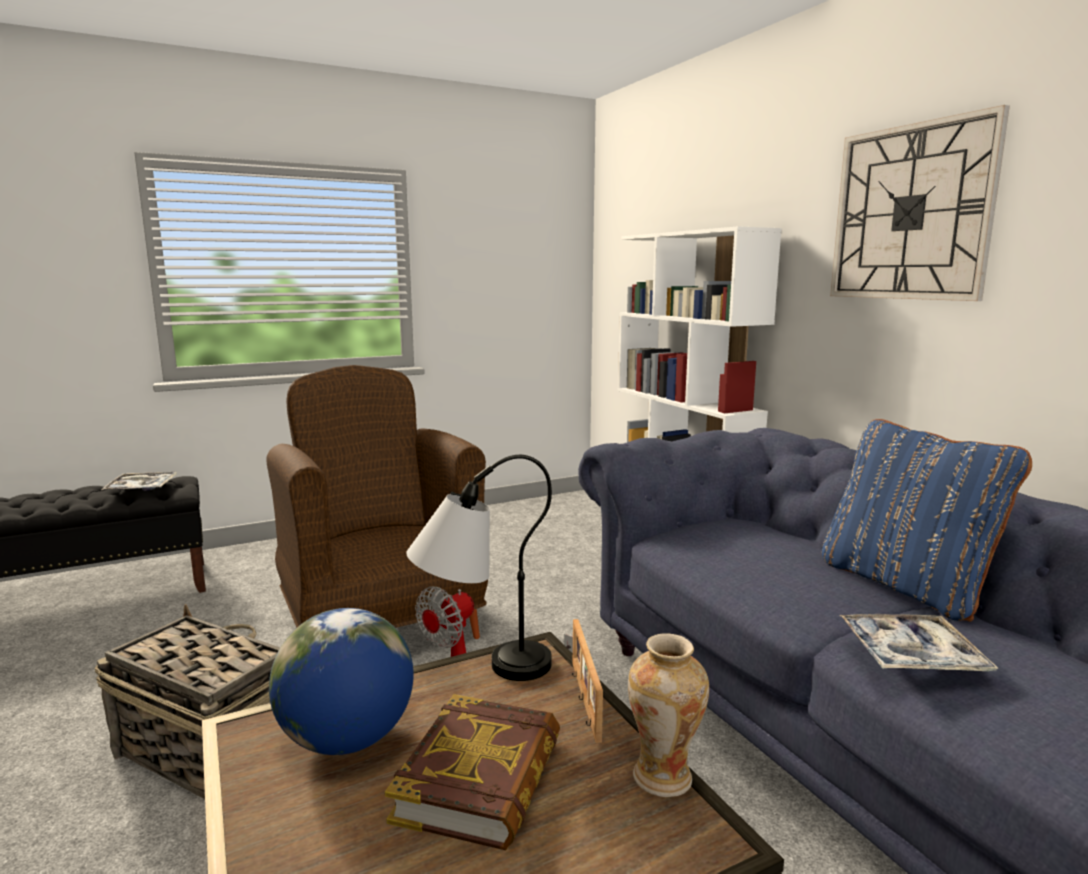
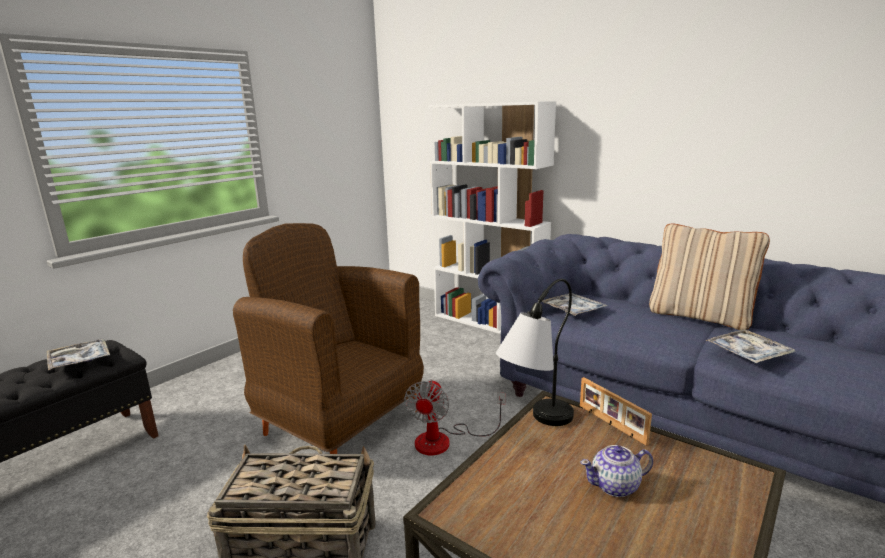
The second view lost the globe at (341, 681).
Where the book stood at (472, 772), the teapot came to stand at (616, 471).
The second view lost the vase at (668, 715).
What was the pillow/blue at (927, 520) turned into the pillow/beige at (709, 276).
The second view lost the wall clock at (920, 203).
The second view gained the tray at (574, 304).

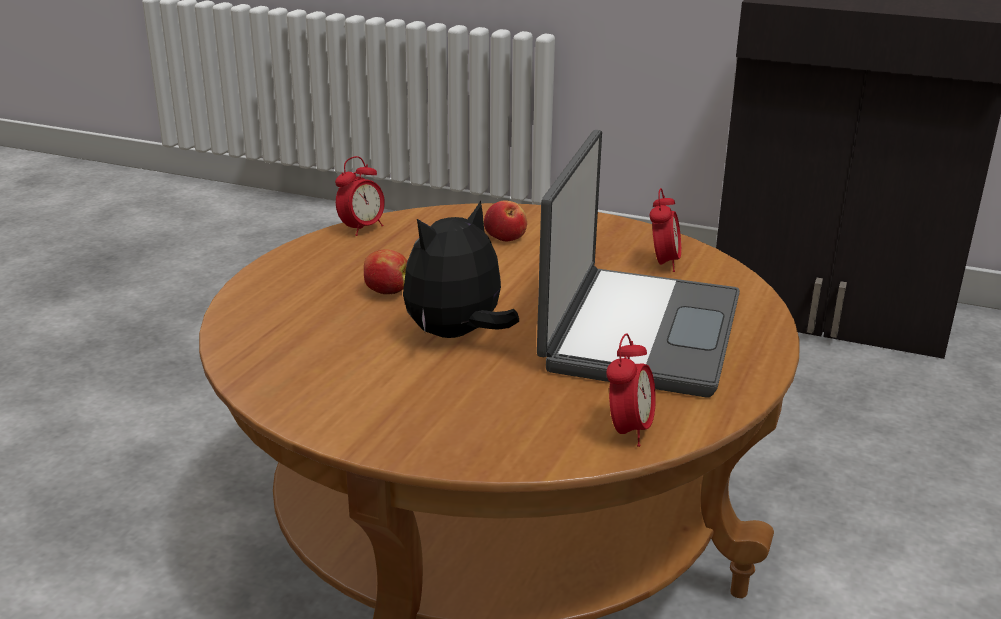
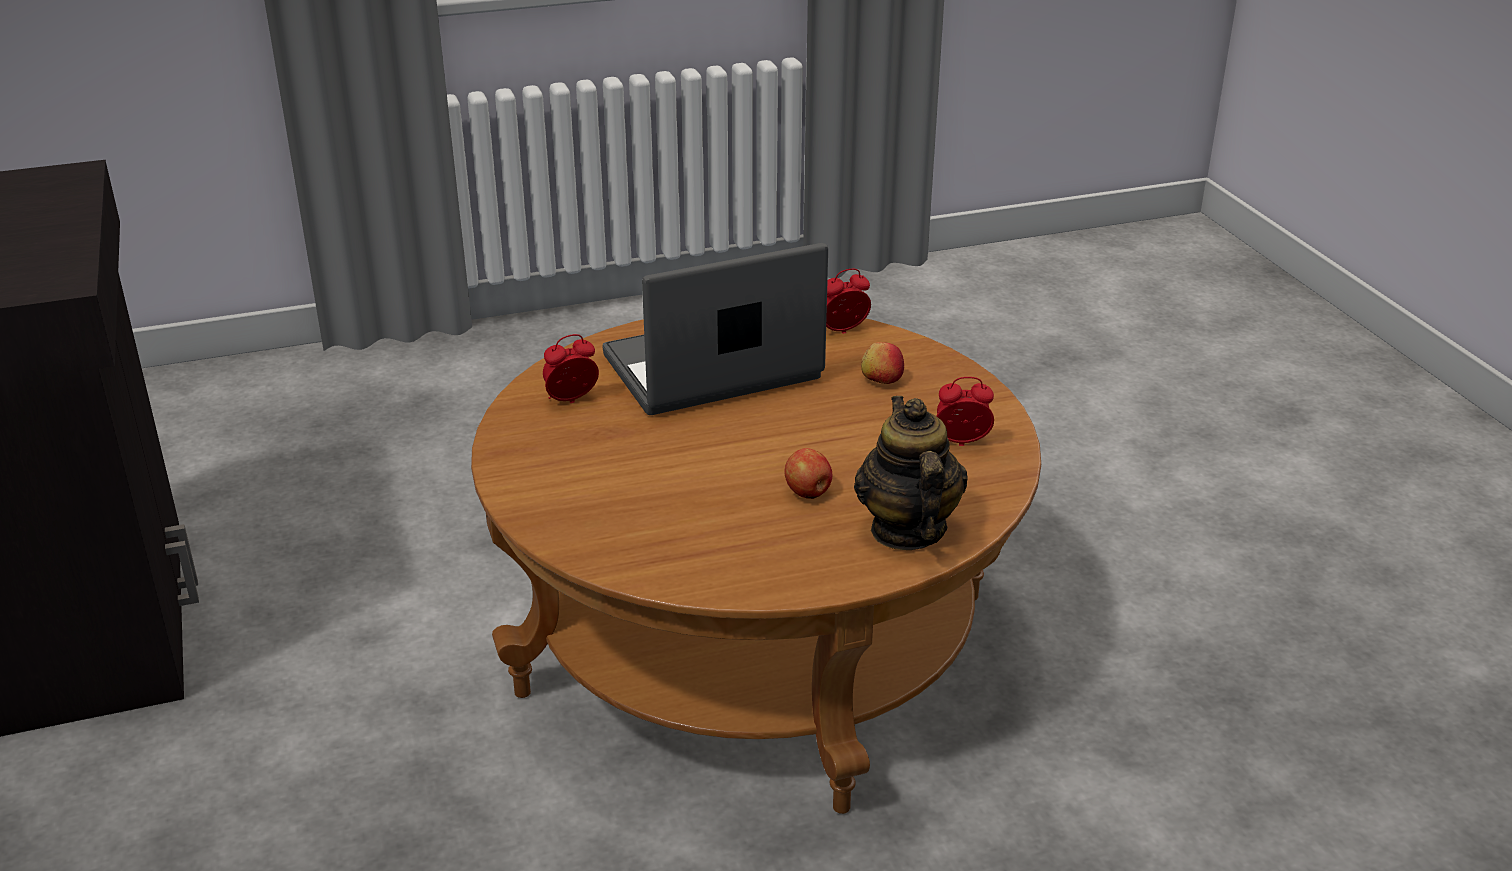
The alarm clock ended up elsewhere, having gone from (360, 196) to (965, 411).
The second view lost the plush toy at (461, 269).
The apple ended up elsewhere, having gone from (505, 221) to (882, 363).
The second view gained the teapot at (911, 473).

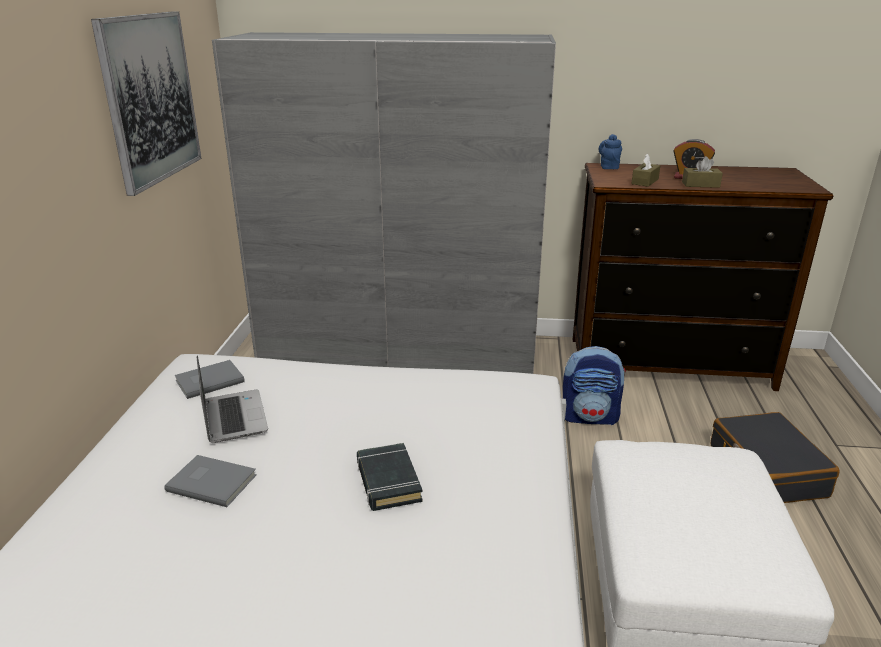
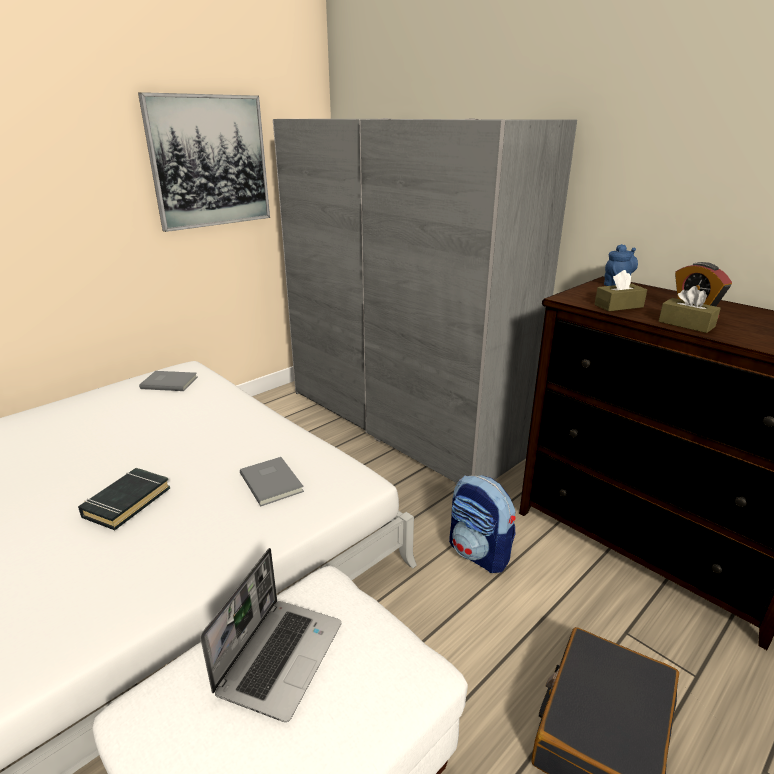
The book/grey ended up elsewhere, having gone from (210, 481) to (272, 482).
The laptop ended up elsewhere, having gone from (232, 399) to (271, 635).

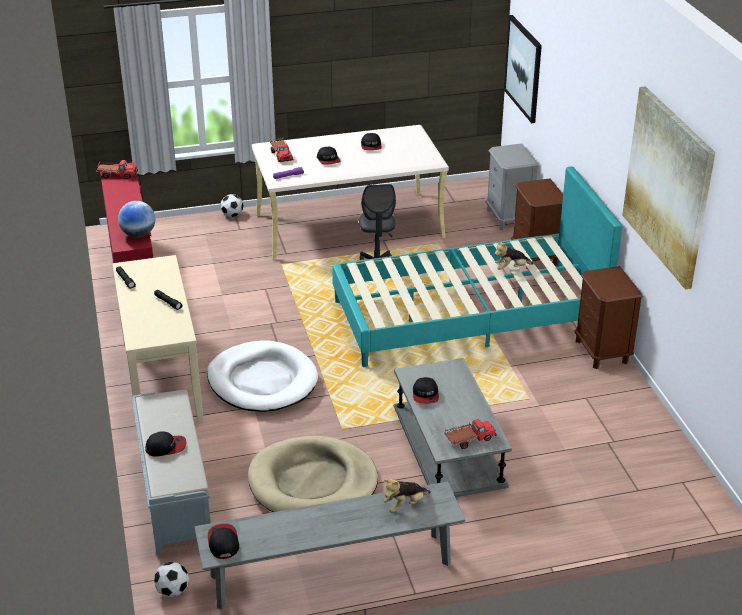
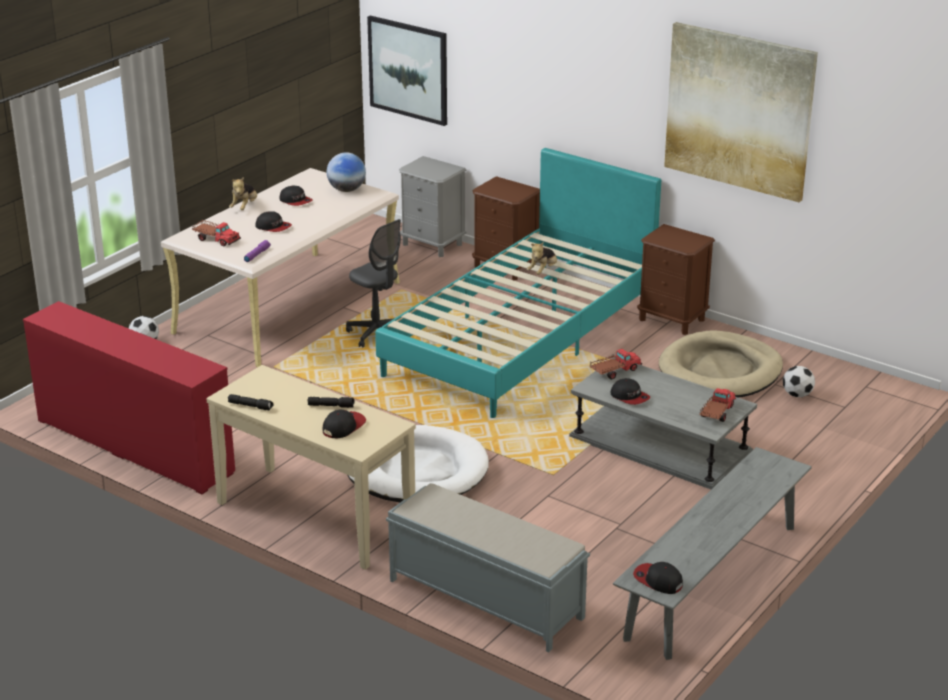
The toy truck ended up elsewhere, having gone from (117, 169) to (616, 364).
The globe ended up elsewhere, having gone from (136, 219) to (346, 172).
The cap ended up elsewhere, having gone from (165, 444) to (344, 423).
The football ended up elsewhere, having gone from (171, 579) to (799, 381).
The dog bed/beige ended up elsewhere, having gone from (313, 474) to (721, 363).
The plush toy ended up elsewhere, having gone from (407, 495) to (243, 193).

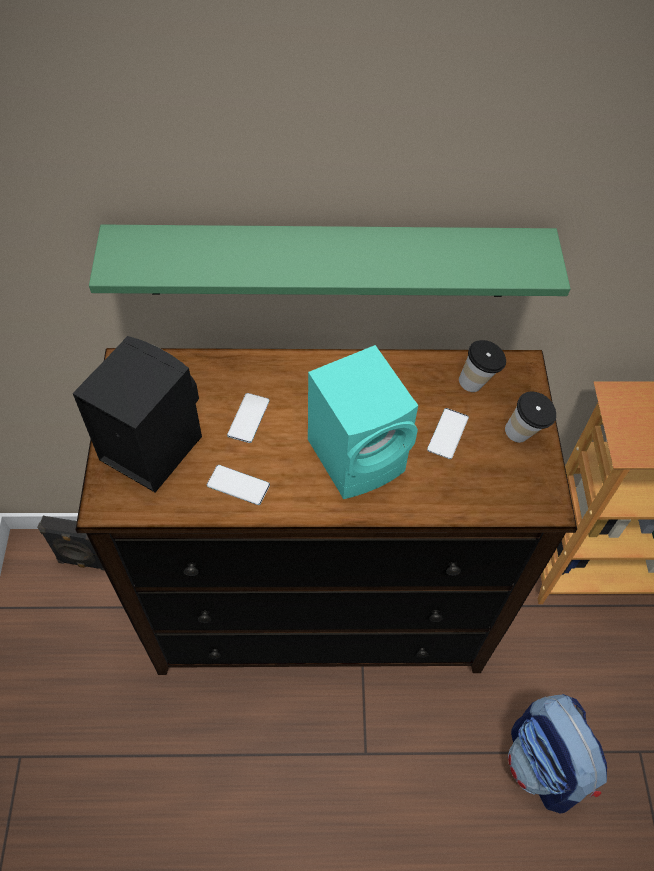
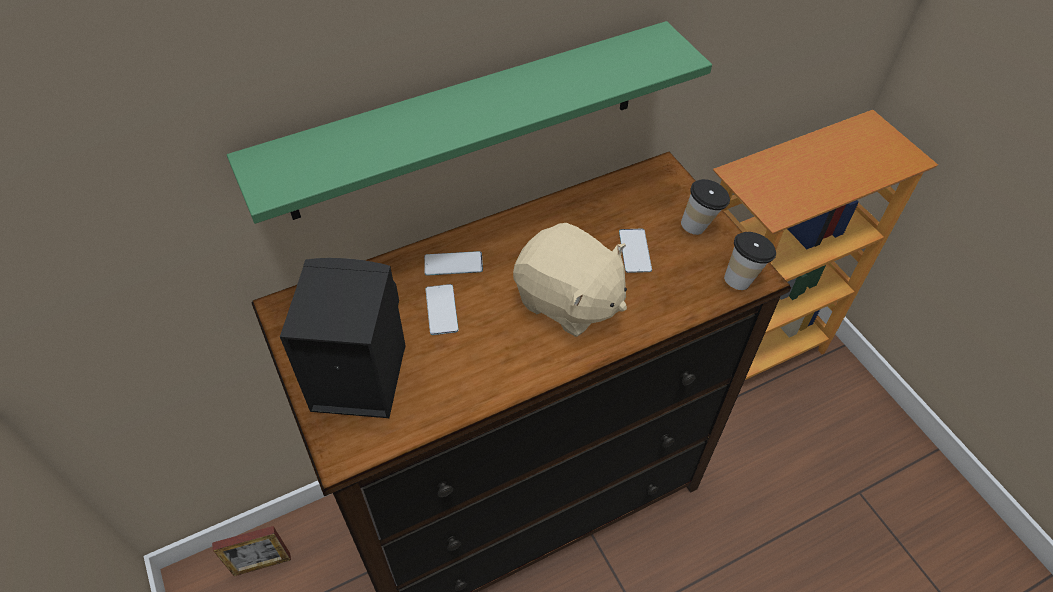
Where the speaker/black stood at (70, 543), the picture frame came to stand at (251, 551).
The phone ended up elsewhere, having gone from (238, 485) to (453, 263).
Where the speaker/turquoise stood at (363, 422), the plush toy/beige came to stand at (570, 280).
The cup ended up elsewhere, having gone from (482, 366) to (750, 261).
The second view lost the backpack at (557, 754).

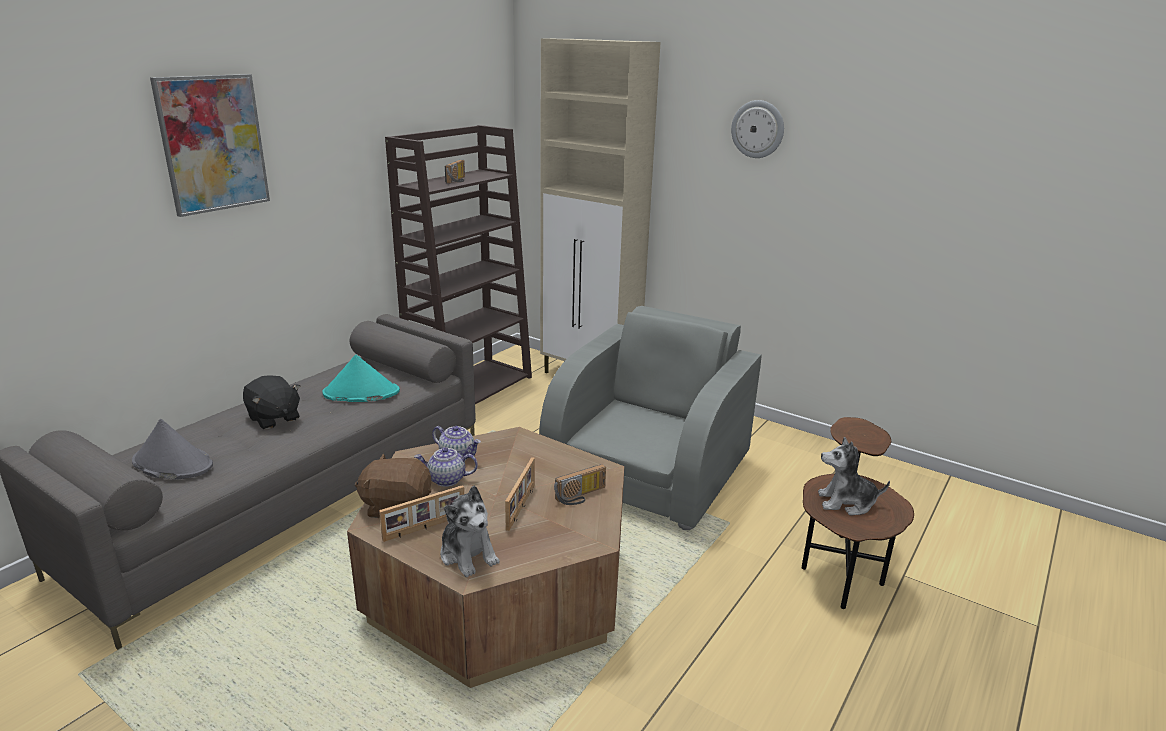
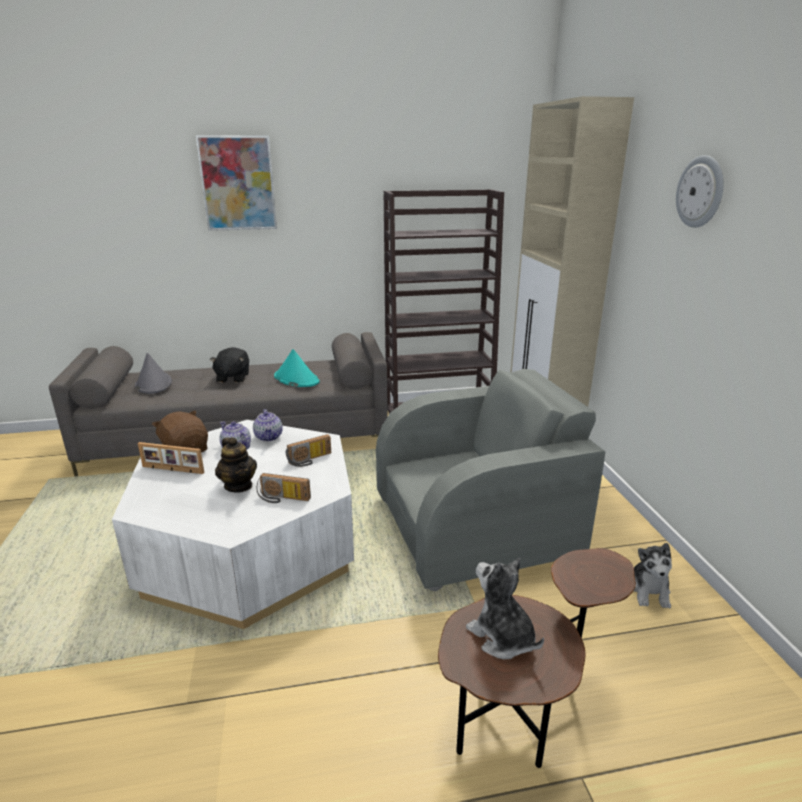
What was the coffee table/brown at (485, 557) turned into the coffee table/white at (233, 524).
The plush toy ended up elsewhere, having gone from (470, 531) to (652, 576).
The radio ended up elsewhere, having gone from (455, 171) to (308, 450).
Where the picture frame stood at (520, 494), the teapot came to stand at (236, 464).

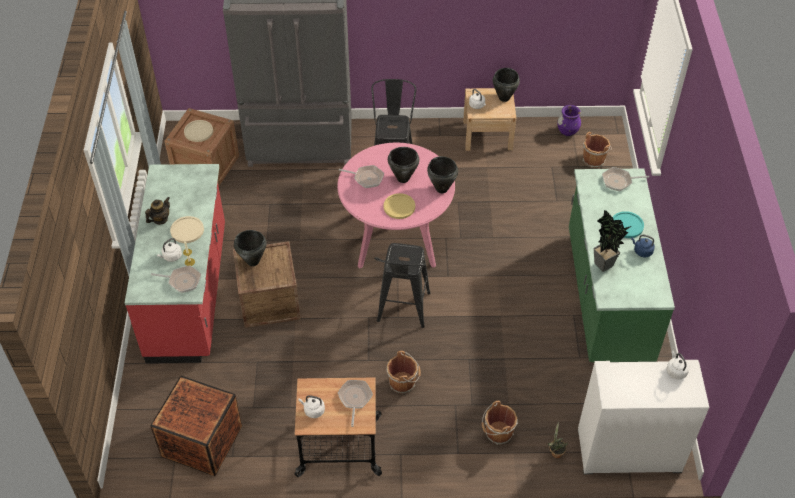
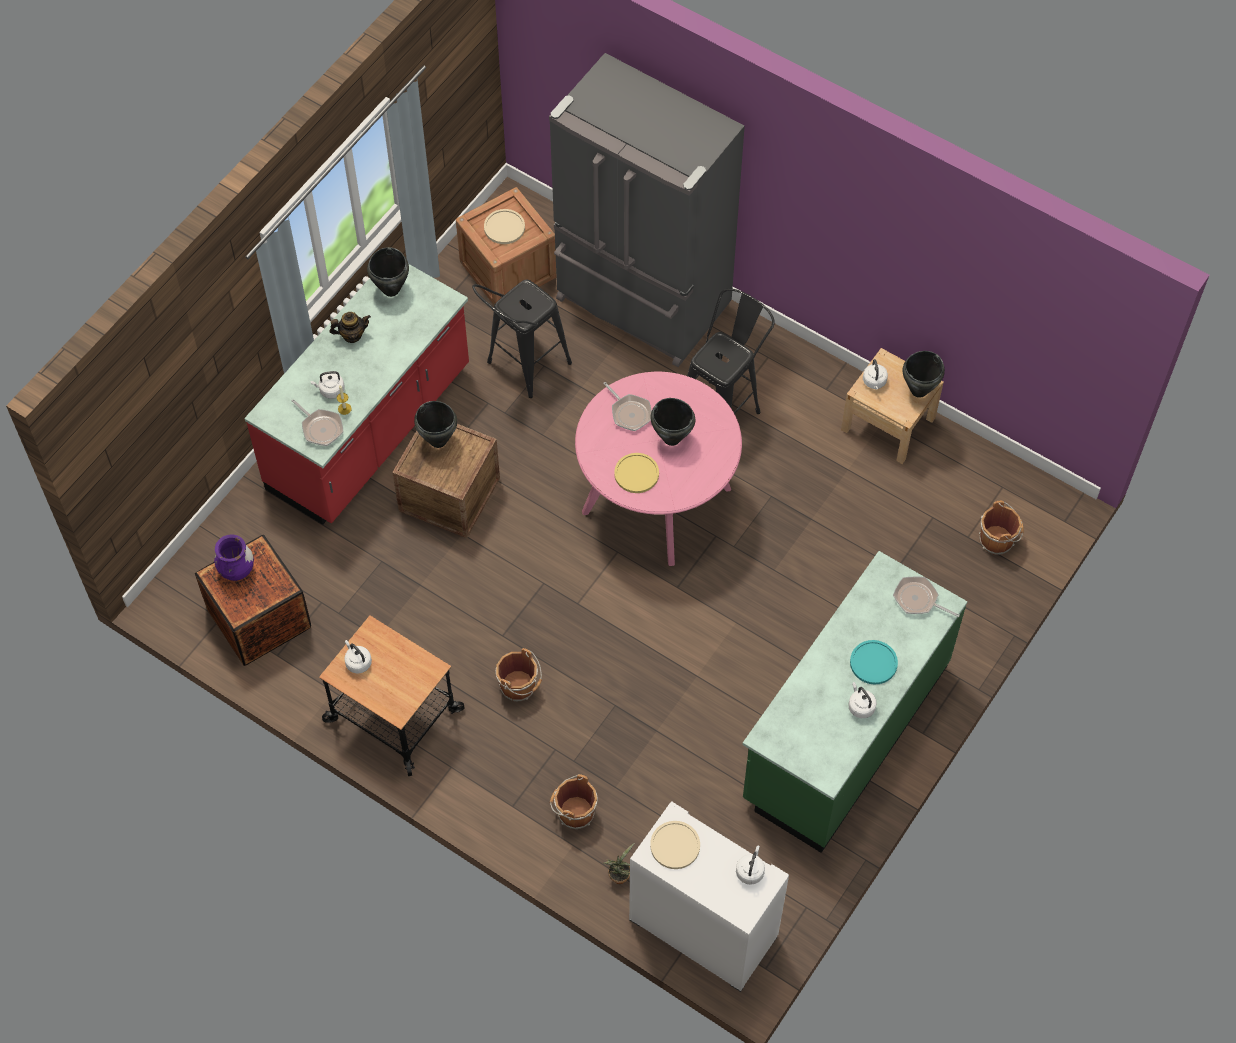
The plate/beige ended up elsewhere, having gone from (187, 229) to (675, 845).
The second view lost the frying pan at (355, 403).
The stool/black ended up elsewhere, having gone from (402, 285) to (522, 338).
The cooking pot/black ended up elsewhere, having gone from (442, 174) to (388, 272).
The vase/purple ended up elsewhere, having gone from (569, 121) to (234, 557).
The second view lost the potted plant at (612, 241).
What was the kettle/blue at (643, 246) turned into the kettle/white at (862, 700).

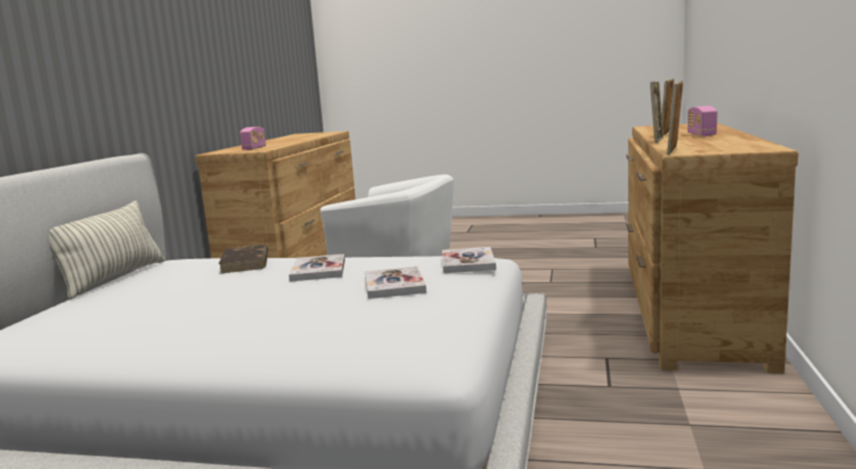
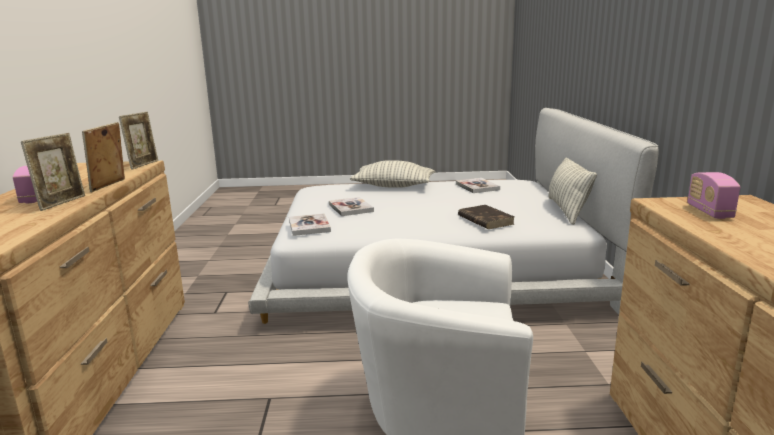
The book ended up elsewhere, having gone from (317, 268) to (478, 185).
The second view gained the pillow at (392, 174).

